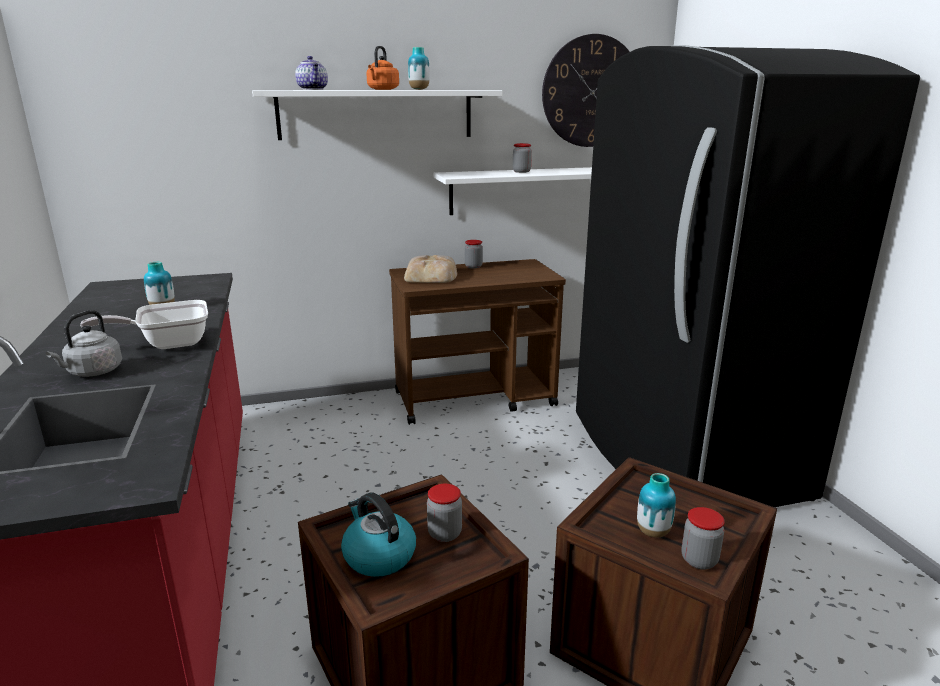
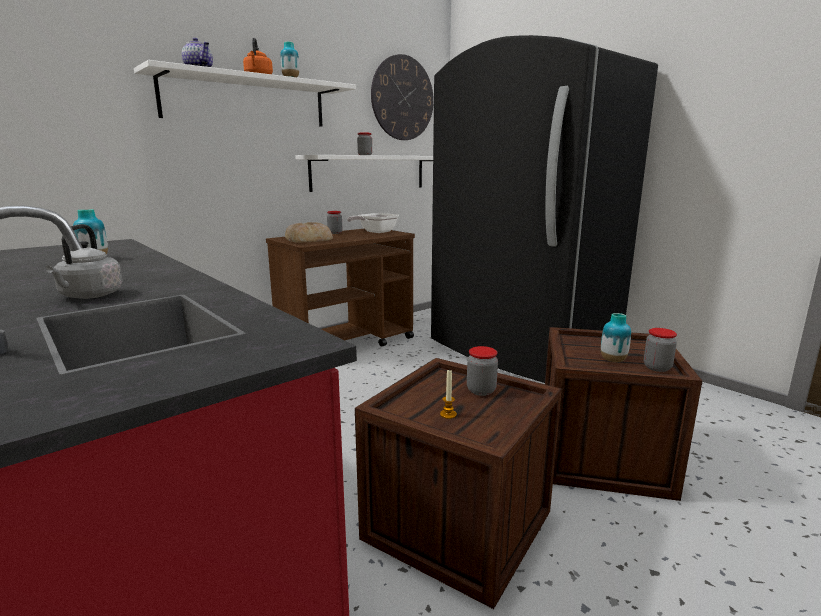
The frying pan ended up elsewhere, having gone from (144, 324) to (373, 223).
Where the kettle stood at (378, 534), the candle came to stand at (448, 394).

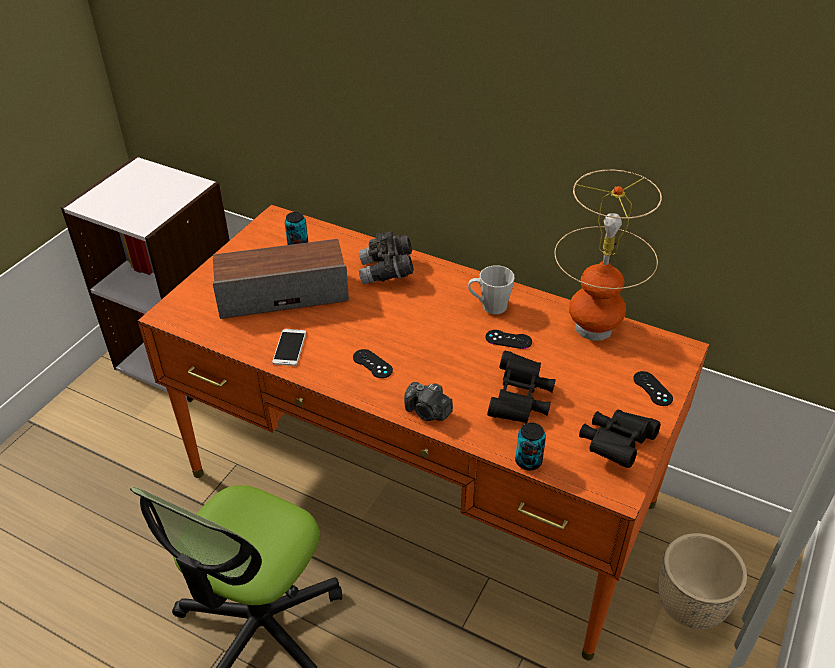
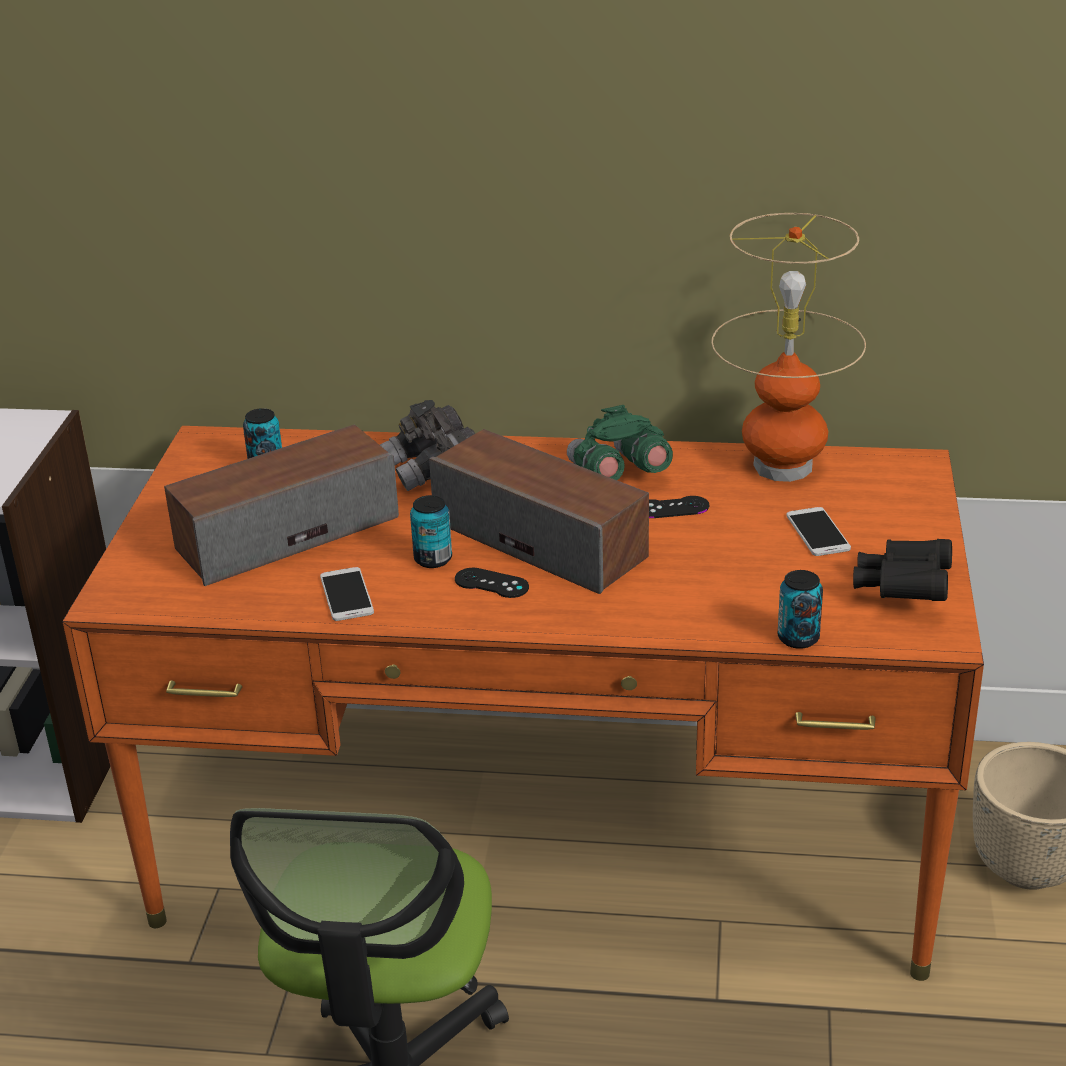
The second view lost the photo camera at (428, 401).
Where the mug/grey stood at (491, 290), the binoculars/green came to stand at (620, 442).
The second view lost the binoculars/black at (521, 387).
The second view lost the game controller/black at (653, 388).
The second view gained the can at (431, 531).
The second view gained the speaker at (539, 511).
The second view gained the phone at (818, 531).

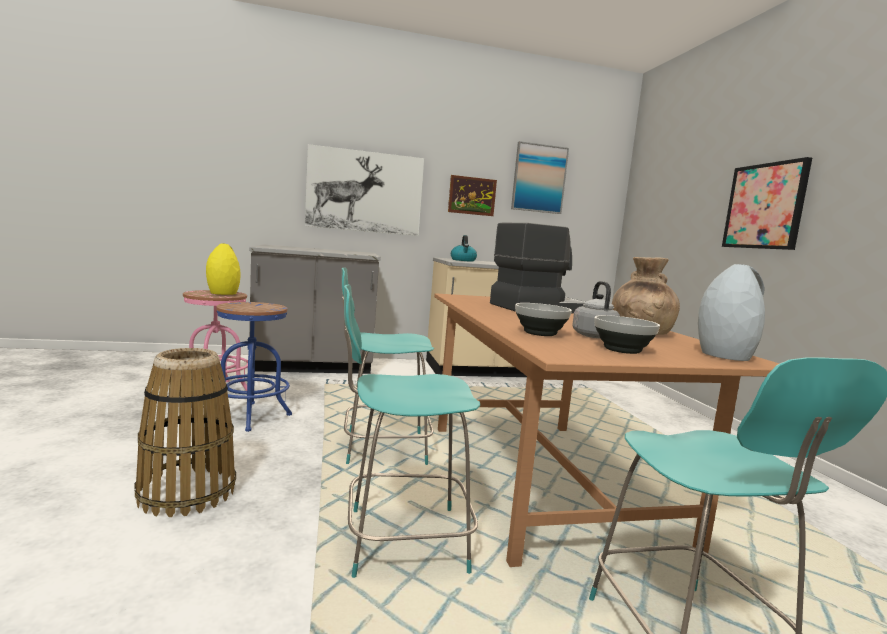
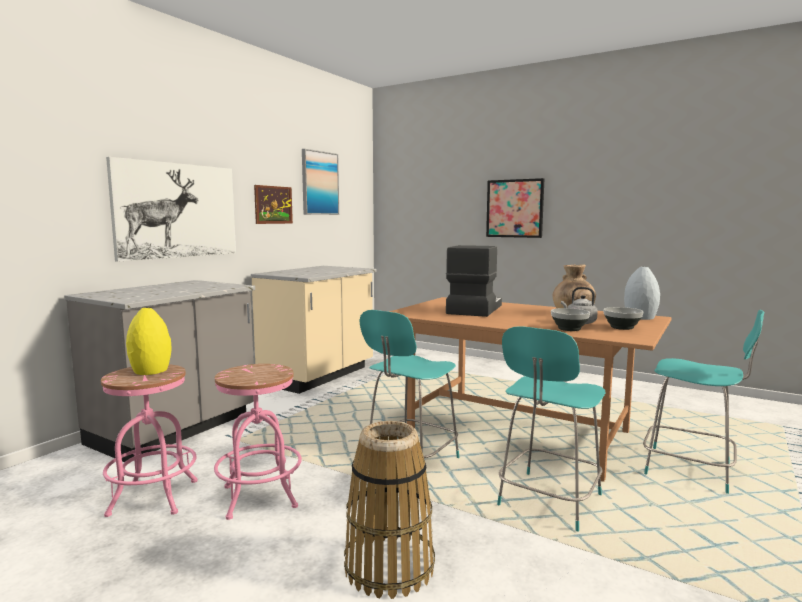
What was the stool/blue at (254, 367) turned into the stool/pink at (258, 442).
The second view lost the kettle at (464, 248).

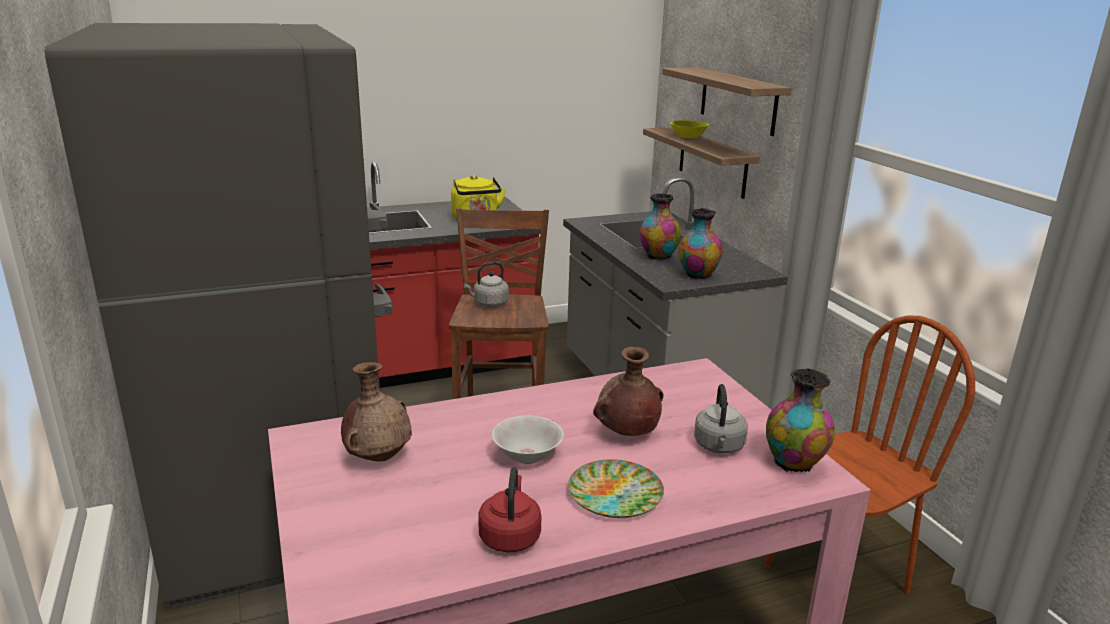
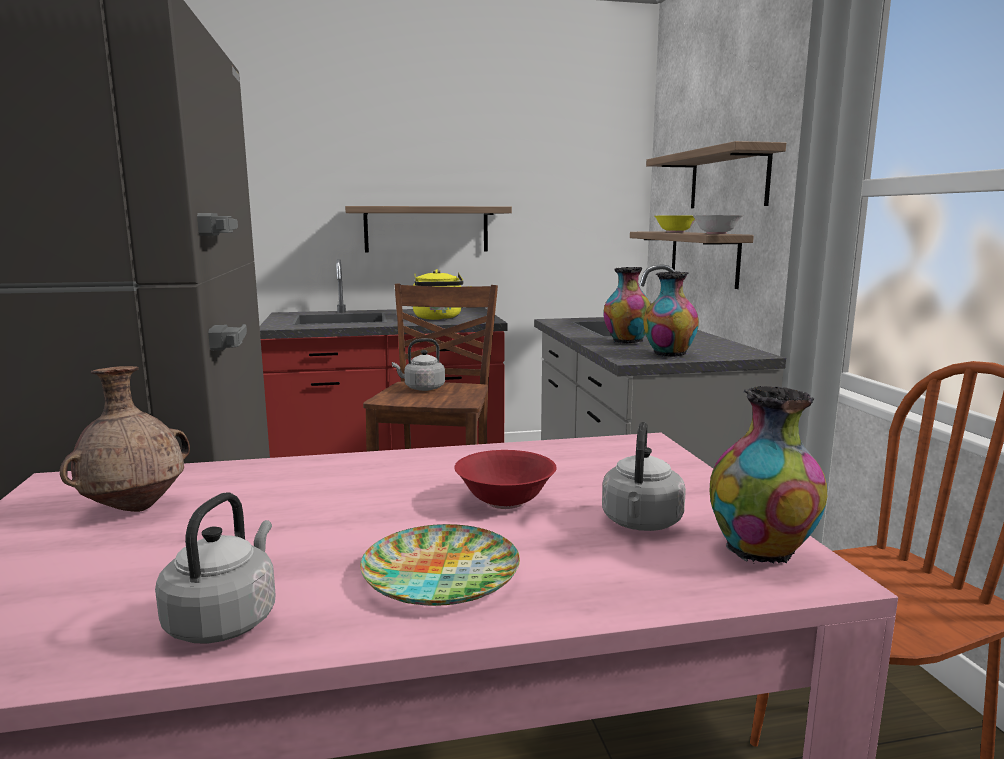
What was the kettle/red at (509, 510) turned into the kettle/grey at (215, 568).
The bowl/white ended up elsewhere, having gone from (528, 439) to (718, 224).
Where the vase/brown stood at (628, 391), the bowl/red came to stand at (505, 479).
The second view gained the shelf at (428, 229).

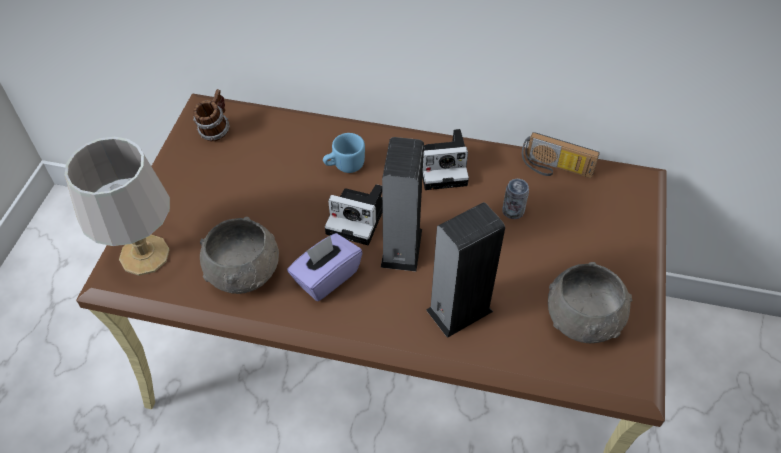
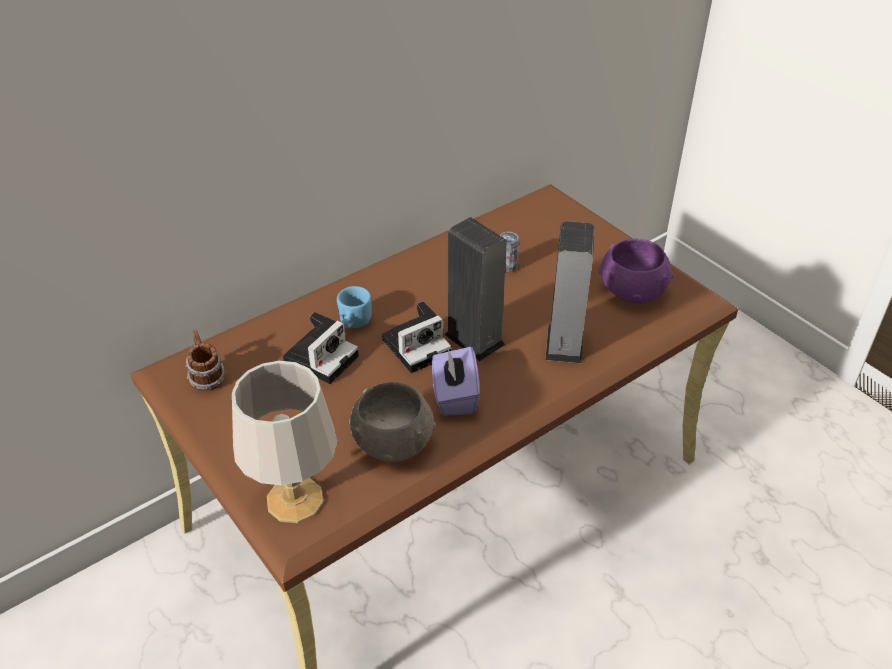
The photo camera ended up elsewhere, having gone from (445, 159) to (321, 348).
The second view lost the radio at (561, 155).
What was the bowl/grey at (590, 302) turned into the bowl/purple at (636, 271).

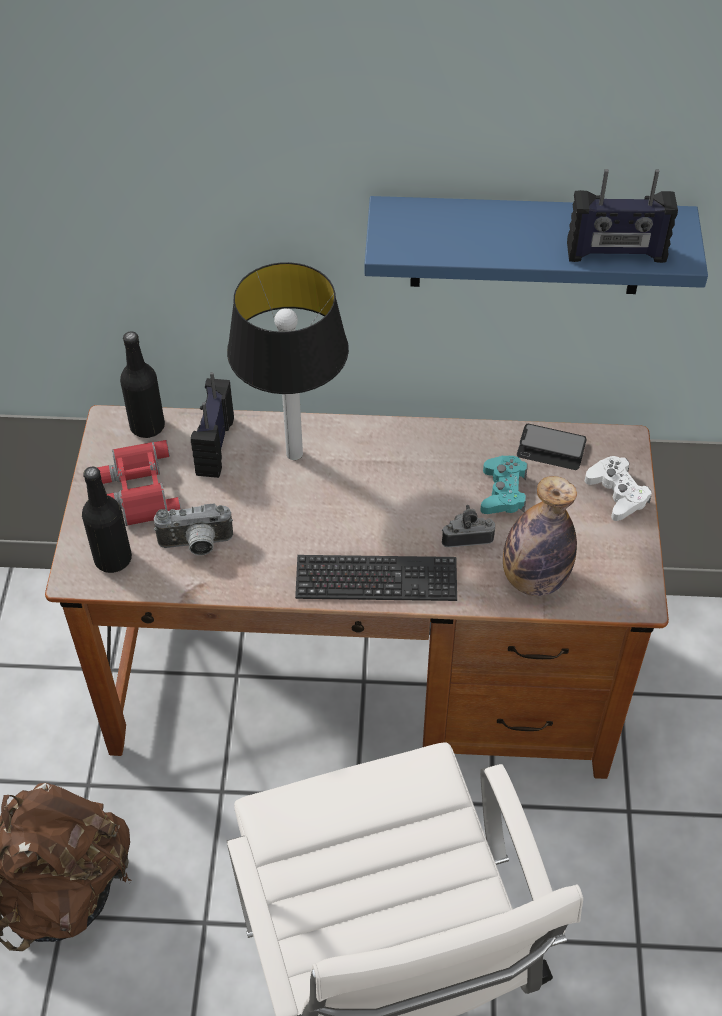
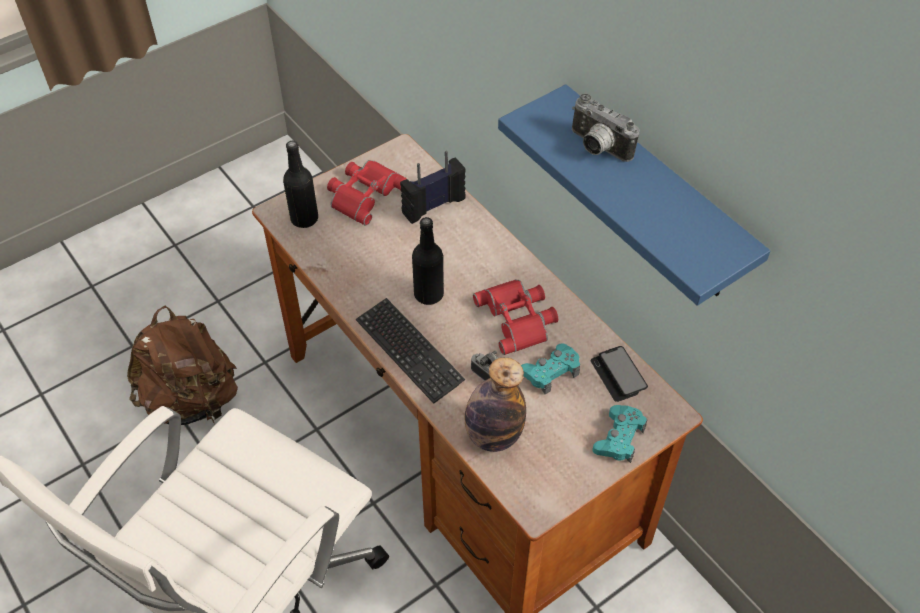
The bottle/black ended up elsewhere, having gone from (142, 384) to (428, 261).
The photo camera ended up elsewhere, having gone from (193, 529) to (606, 128).
The second view lost the table lamp at (288, 361).
The second view lost the radio at (622, 216).
What was the game controller/white at (618, 488) turned into the game controller/turquoise at (619, 434).
The second view gained the binoculars/red at (515, 317).

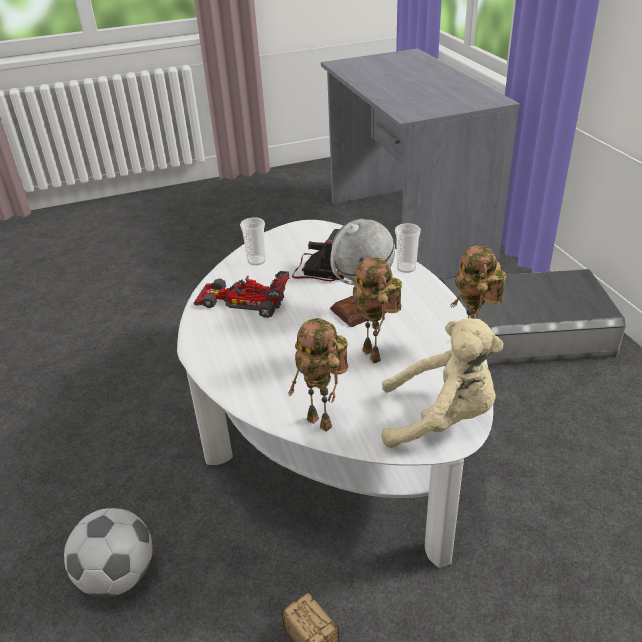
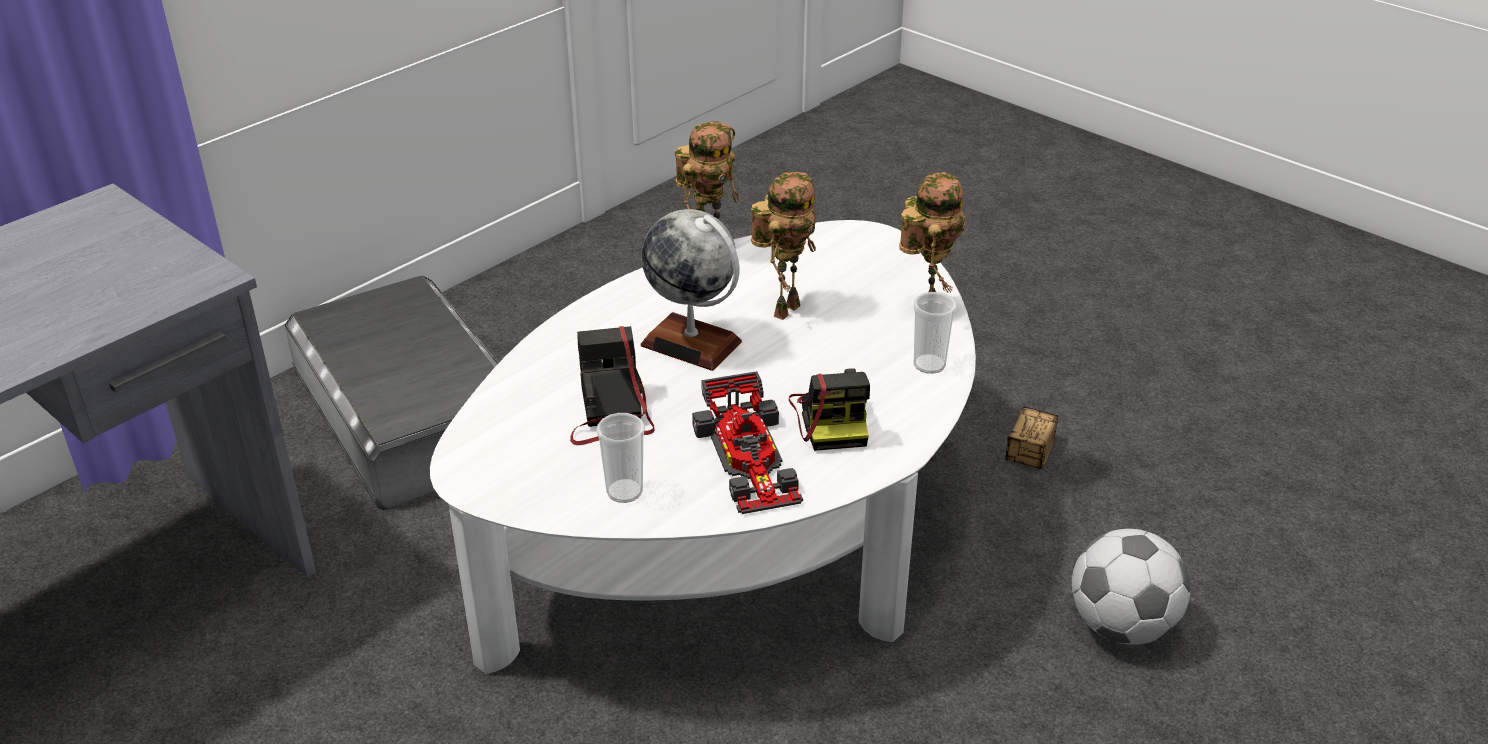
The second view lost the plush toy/beige at (443, 383).
The cup ended up elsewhere, having gone from (408, 248) to (935, 333).
The second view gained the photo camera at (829, 409).

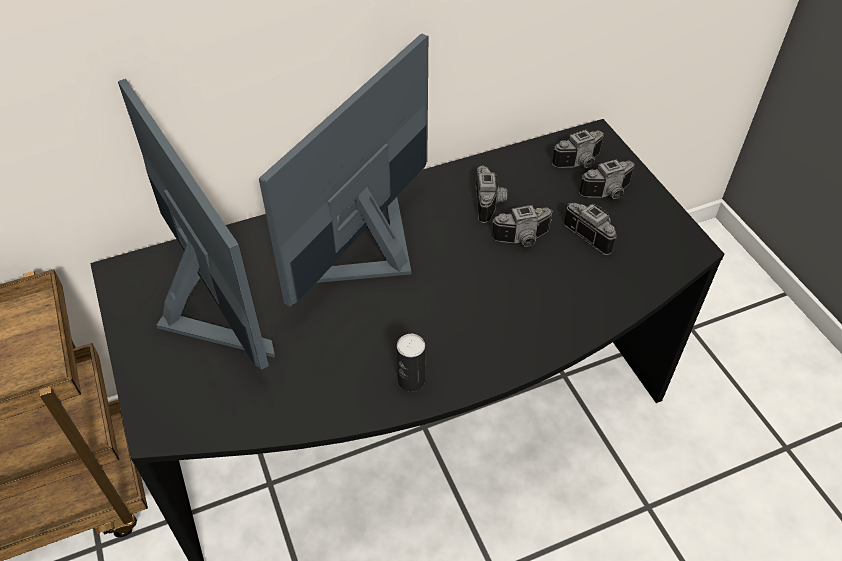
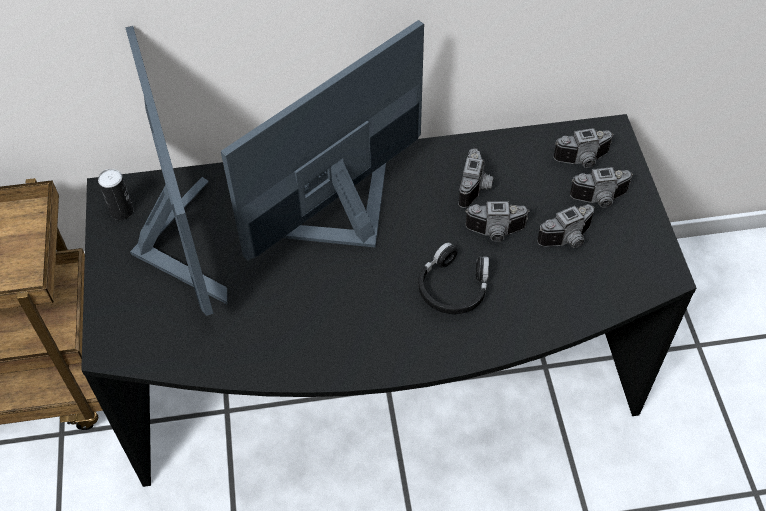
The can ended up elsewhere, having gone from (411, 363) to (116, 194).
The photo camera at (590, 229) ended up facing another way, 90 degrees clockwise from before.
The second view gained the headphones/black at (453, 278).

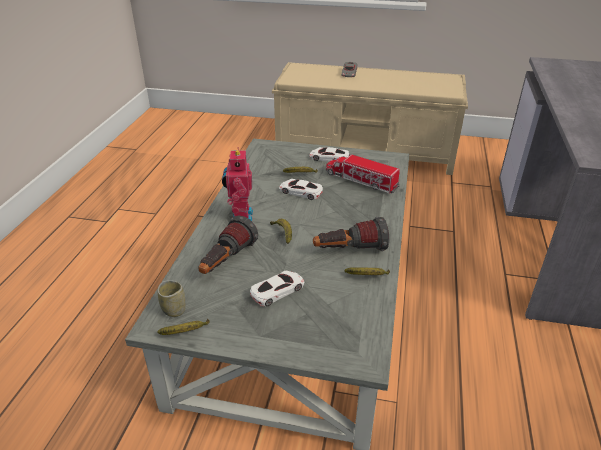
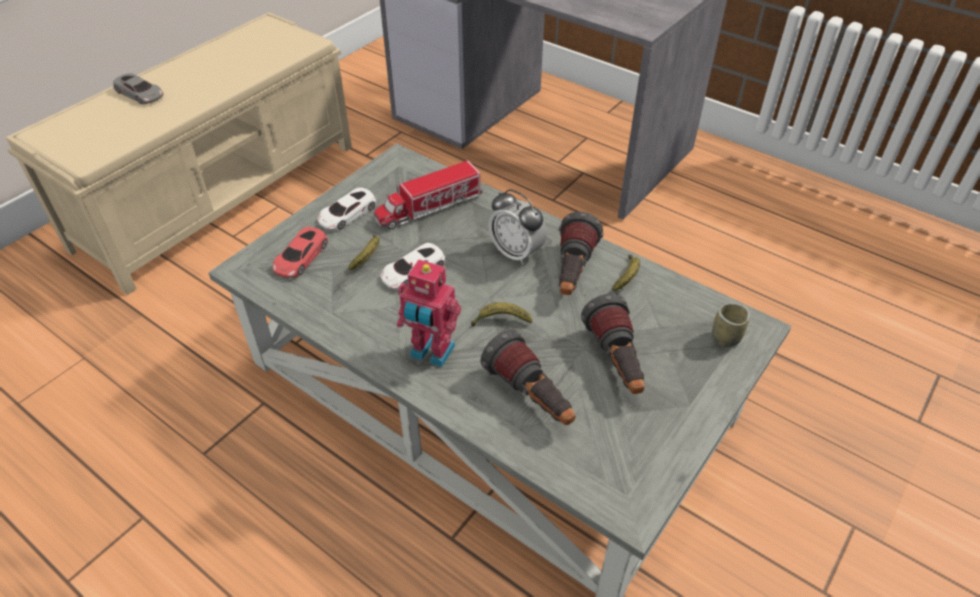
The cup ended up elsewhere, having gone from (171, 298) to (731, 325).
The second view lost the banana at (183, 327).
Where the toy car/white stood at (277, 288), the flashlight came to stand at (613, 344).
The second view gained the toy car/red at (300, 252).
The second view gained the alarm clock at (517, 227).

